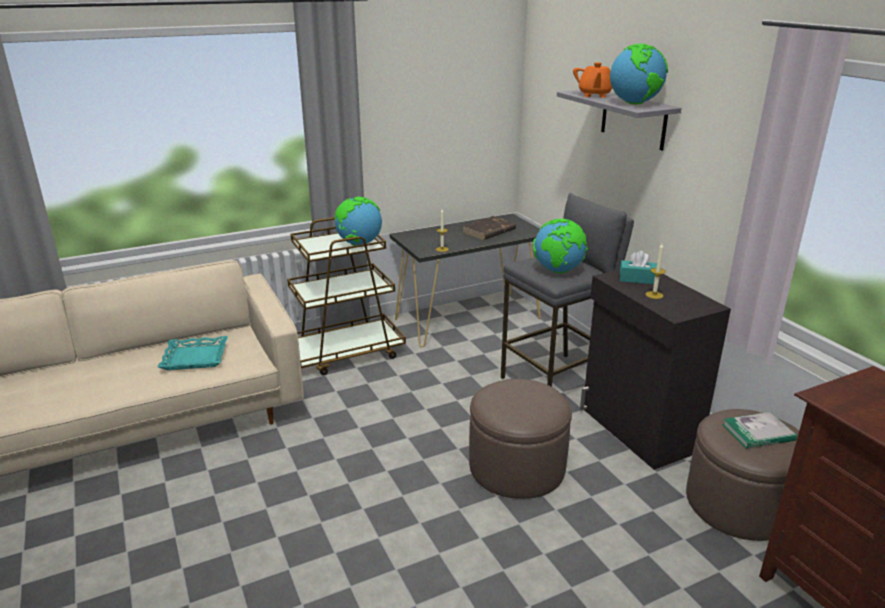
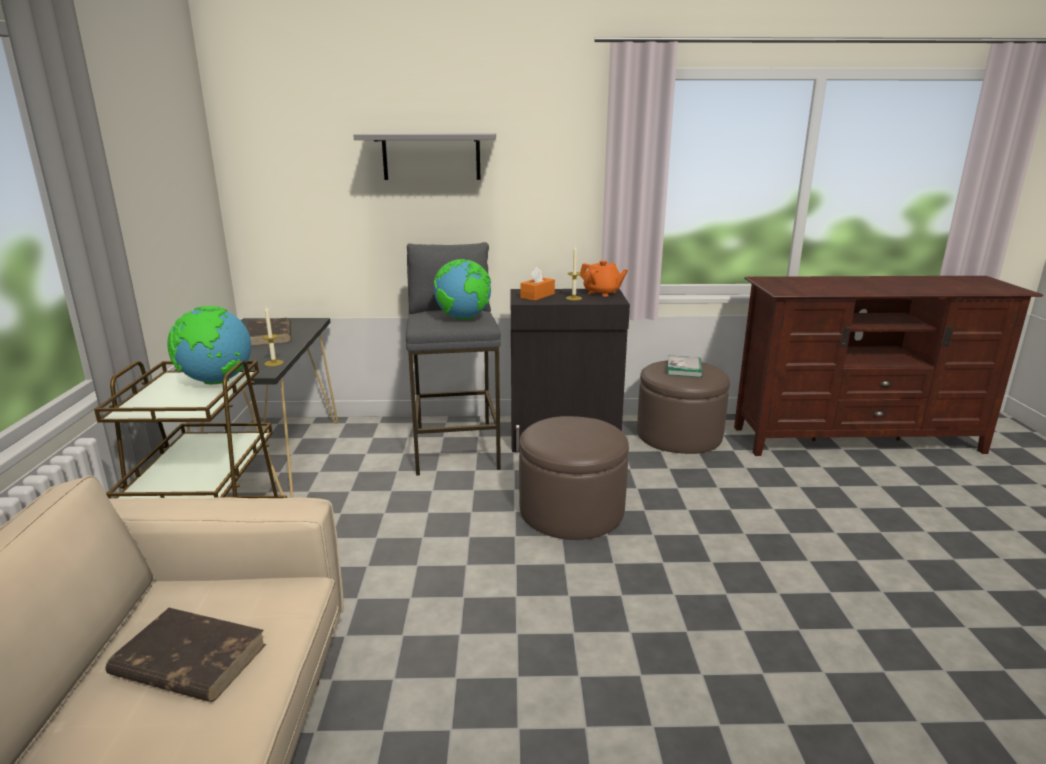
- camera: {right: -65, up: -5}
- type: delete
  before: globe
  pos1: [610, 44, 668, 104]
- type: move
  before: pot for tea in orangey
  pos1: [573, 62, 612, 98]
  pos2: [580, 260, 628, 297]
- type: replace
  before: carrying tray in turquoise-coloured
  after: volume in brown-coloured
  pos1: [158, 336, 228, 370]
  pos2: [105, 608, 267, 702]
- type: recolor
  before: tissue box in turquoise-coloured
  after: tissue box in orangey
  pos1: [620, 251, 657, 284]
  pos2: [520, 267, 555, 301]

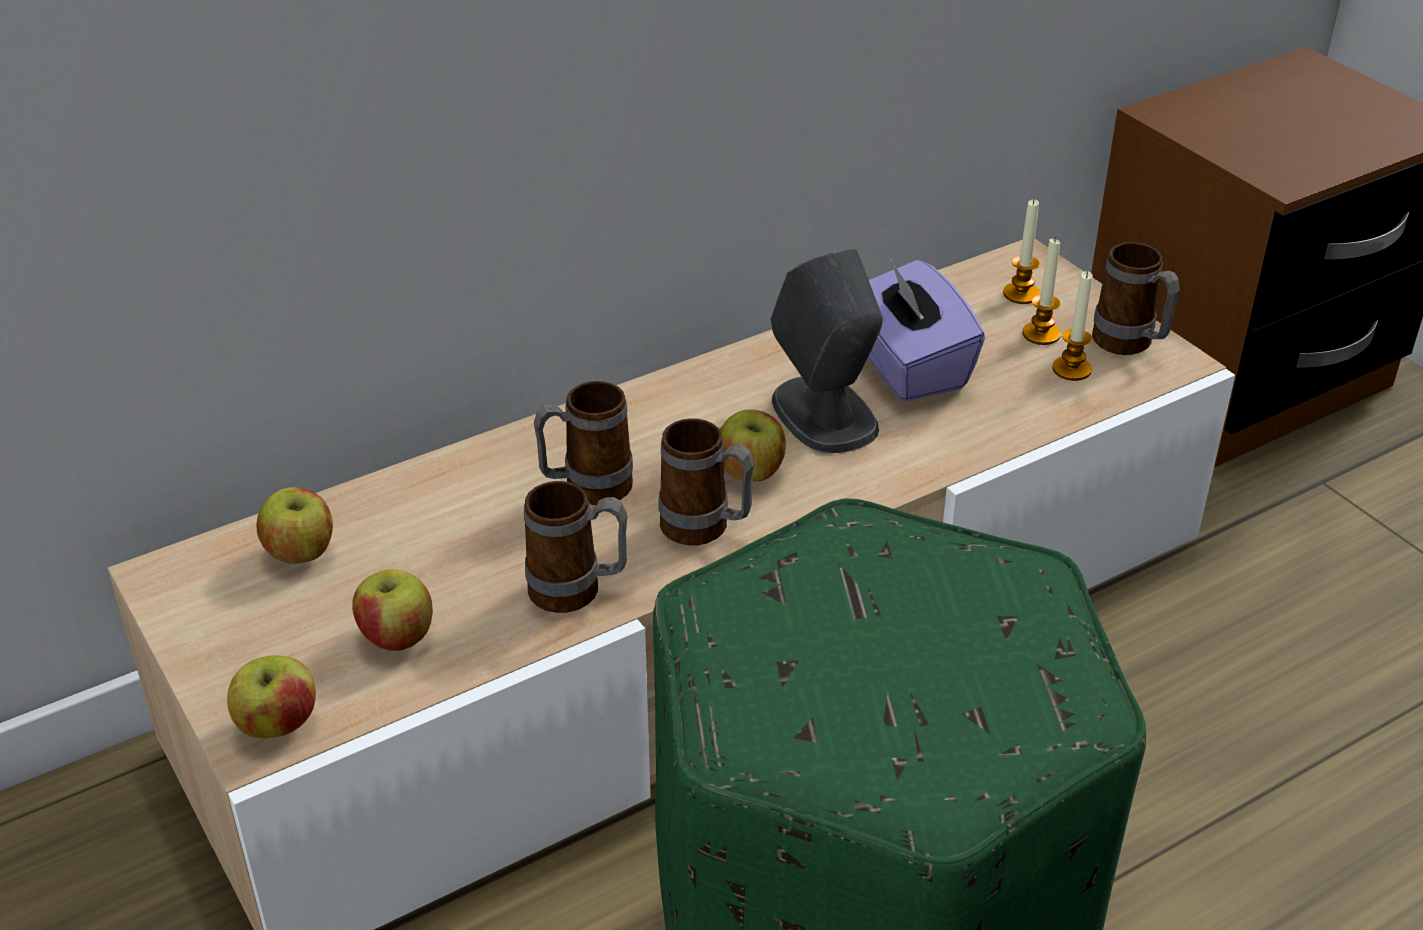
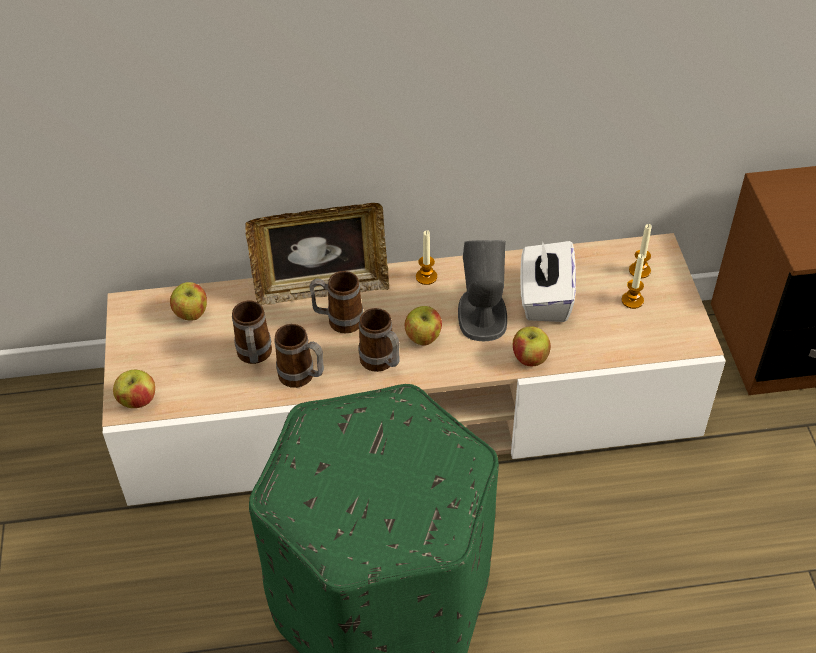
- camera: {right: 25, up: 10}
- type: insert
  after: picture frame
  pos2: [245, 203, 389, 305]
- type: move
  before: whole apple
  pos1: [352, 569, 433, 651]
  pos2: [513, 326, 551, 366]
- type: move
  before: wax light
  pos1: [1052, 271, 1093, 381]
  pos2: [416, 230, 437, 285]
- type: move
  before: coffee mug
  pos1: [1092, 242, 1180, 355]
  pos2: [232, 301, 272, 364]
- type: recolor
  before: tissue box in purple-coloured
  after: tissue box in white-coloured
  pos1: [868, 258, 985, 401]
  pos2: [520, 241, 576, 322]

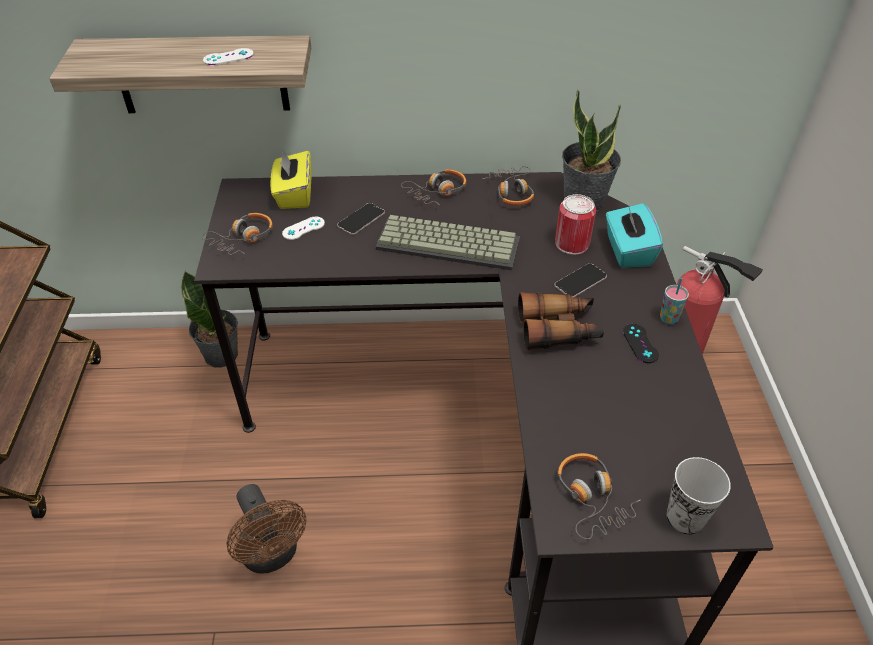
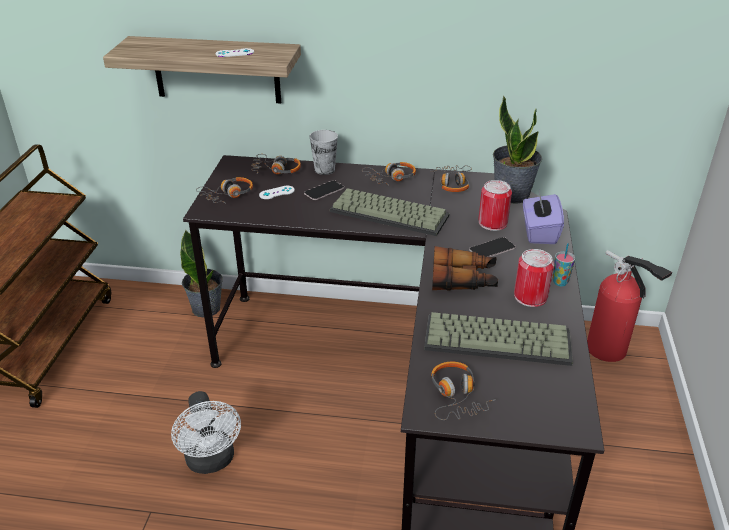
- camera: {right: 10, up: -10}
- type: insert
  after: keyboard
  pos2: [424, 312, 573, 366]
- type: move
  before: cup
  pos1: [667, 457, 731, 535]
  pos2: [310, 130, 338, 175]
- type: replace
  before: tissue box in yellow
  after: pair of headphones
  pos1: [271, 148, 312, 209]
  pos2: [251, 154, 301, 175]
- type: replace
  before: joypad in blackish
  after: metal can
  pos1: [623, 324, 659, 363]
  pos2: [514, 249, 554, 307]
- type: recolor
  before: cooling fan in brown-coloured
  after: cooling fan in white-coloured
  pos1: [226, 484, 306, 574]
  pos2: [171, 391, 241, 474]
- type: recolor
  before: tissue box in turquoise-coloured
  after: tissue box in purple-coloured
  pos1: [606, 203, 663, 268]
  pos2: [523, 190, 564, 244]

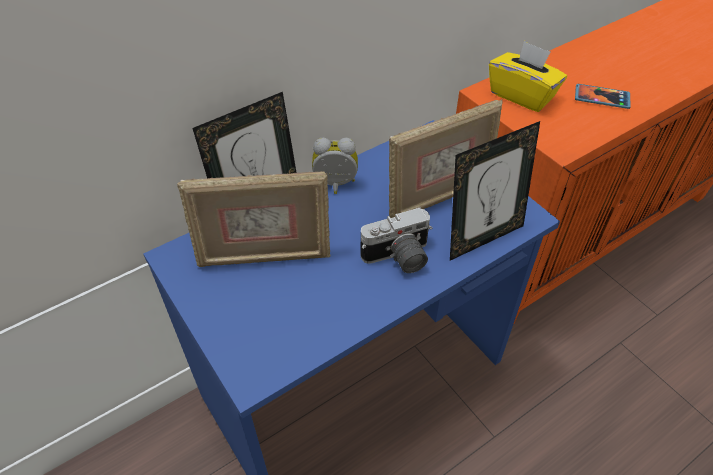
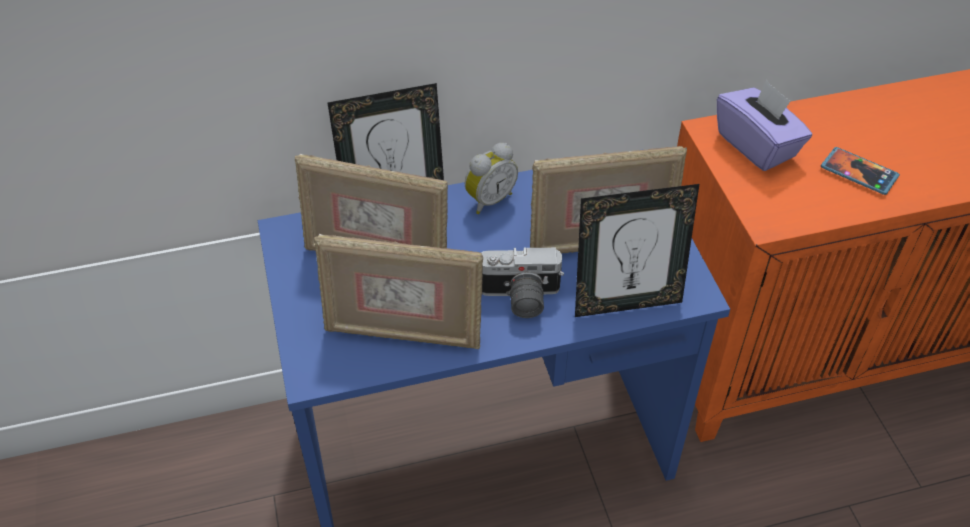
- camera: {right: 20, up: 0}
- type: insert
  after: picture frame
  pos2: [314, 234, 483, 349]
- type: recolor
  before: tissue box in yellow
  after: tissue box in purple-coloured
  pos1: [489, 41, 567, 112]
  pos2: [717, 79, 812, 171]
- type: rotate
  before: table clock
  pos1: [312, 138, 358, 194]
  pos2: [465, 143, 518, 214]
  turn: 120

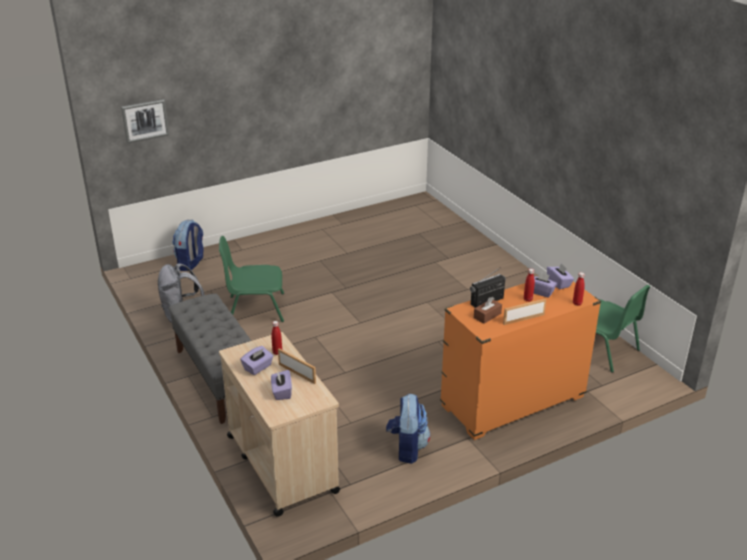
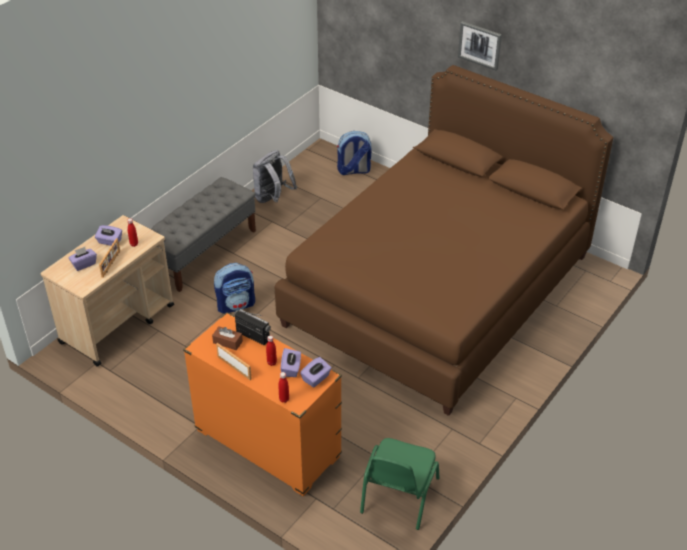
- camera: {right: 65, up: 10}
- type: delete
  before: upright chair in green-coloured
  pos1: [219, 236, 284, 322]
- type: insert
  after: bed in brown-coloured
  pos2: [275, 65, 613, 416]
- type: move
  before: wall art
  pos1: [121, 99, 169, 143]
  pos2: [458, 21, 502, 71]
- type: move
  before: rucksack
  pos1: [386, 394, 430, 464]
  pos2: [214, 263, 255, 314]

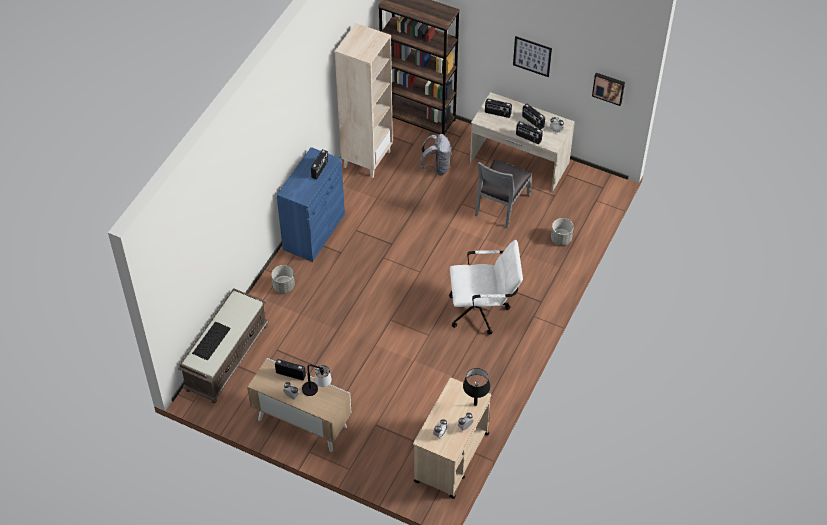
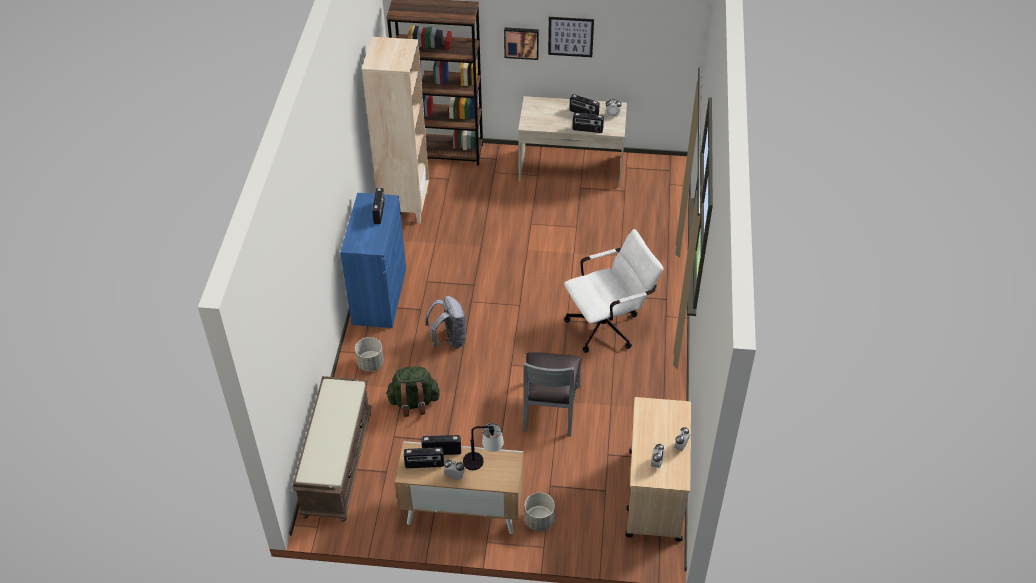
- camera: {right: -20, up: -5}
- type: delete
  before: keyboard
  pos1: [192, 321, 231, 361]
- type: delete
  before: table lamp in blackish
  pos1: [463, 368, 490, 406]
- type: insert
  after: rucksack in green-coloured
  pos2: [386, 367, 440, 417]
- type: move
  before: rucksack in greyish
  pos1: [421, 134, 451, 176]
  pos2: [425, 296, 467, 348]
- type: move
  before: upright chair in greyish
  pos1: [475, 160, 532, 228]
  pos2: [523, 352, 582, 436]
- type: move
  before: radio set
  pos1: [485, 99, 512, 118]
  pos2: [404, 447, 444, 468]
- type: move
  before: planter in greyish
  pos1: [551, 218, 574, 245]
  pos2: [525, 492, 555, 531]
- type: move
  before: wall art
  pos1: [592, 73, 625, 106]
  pos2: [504, 27, 539, 60]

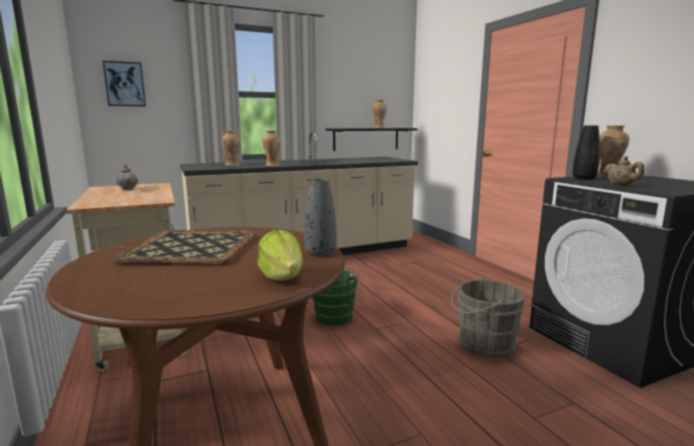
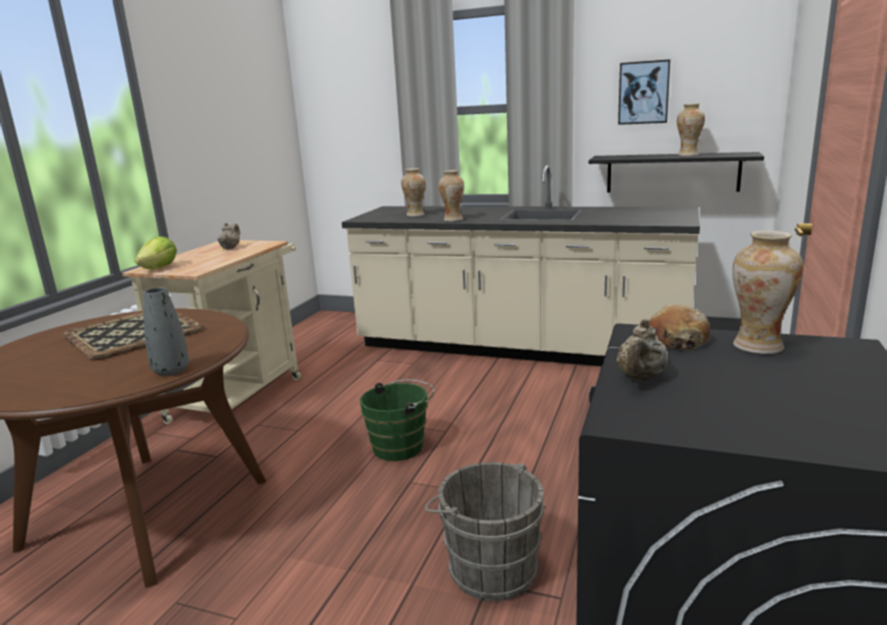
- camera: {right: 45, up: 5}
- type: move
  before: wall art
  pos1: [103, 61, 146, 106]
  pos2: [618, 59, 670, 125]
- type: move
  before: head of lettuce
  pos1: [257, 230, 303, 281]
  pos2: [134, 236, 177, 269]
- type: replace
  before: vase in blackish
  after: bakery bread
  pos1: [572, 126, 600, 180]
  pos2: [649, 304, 710, 350]

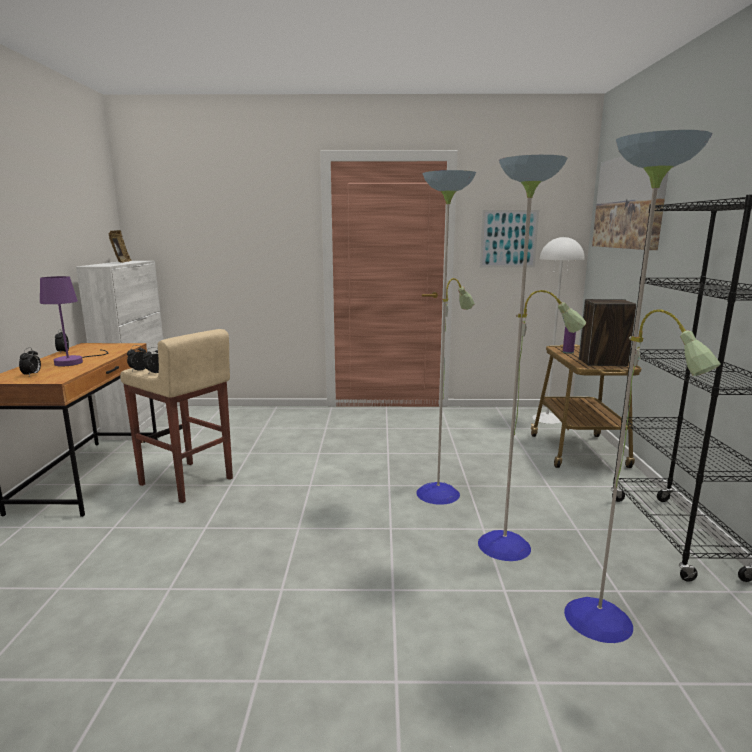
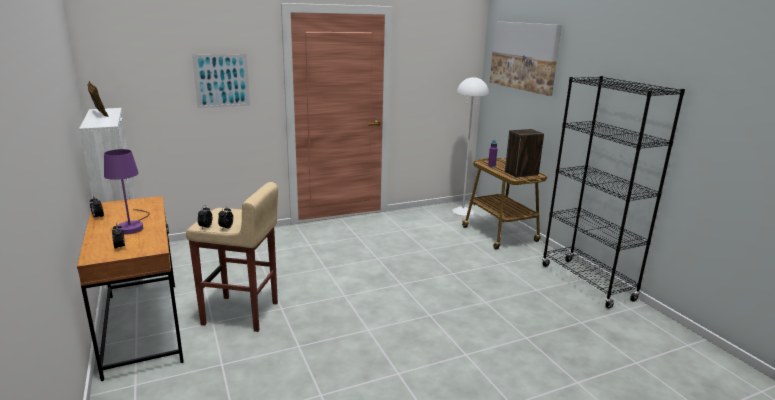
- camera: {right: -25, up: 5}
- type: delete
  before: standing lamp
  pos1: [416, 130, 721, 643]
- type: move
  before: wall art
  pos1: [480, 210, 539, 268]
  pos2: [192, 54, 250, 108]

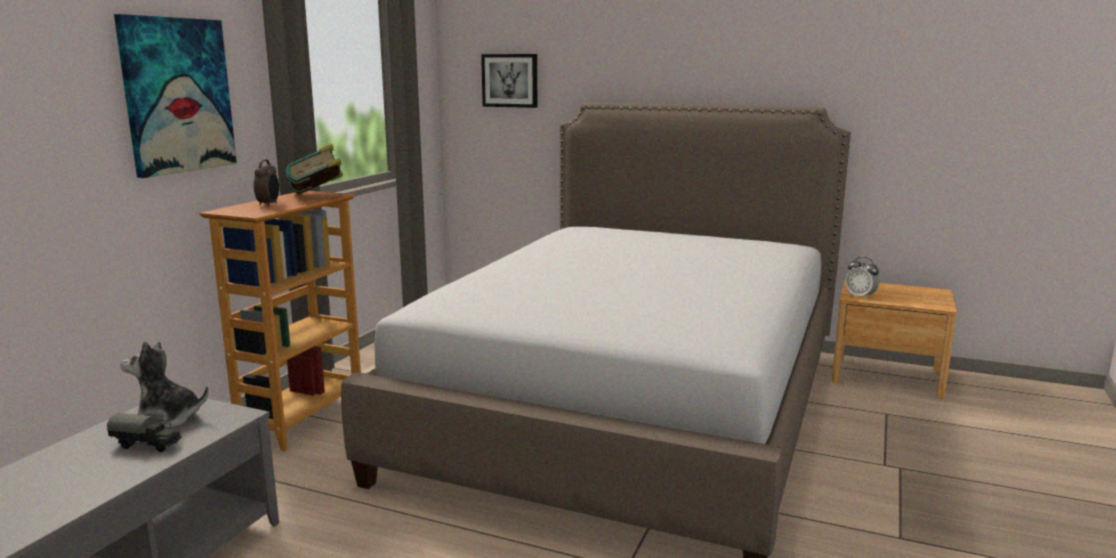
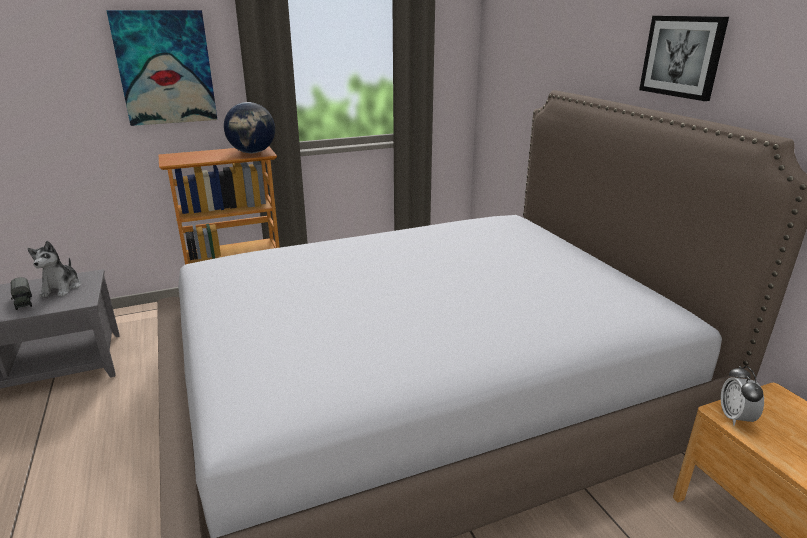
- camera: {right: 45, up: 10}
- type: delete
  before: table clock
  pos1: [254, 159, 279, 206]
- type: move
  before: wall art
  pos1: [481, 54, 537, 108]
  pos2: [639, 16, 729, 101]
- type: replace
  before: volume
  after: globe
  pos1: [286, 144, 343, 194]
  pos2: [224, 102, 275, 153]
- type: rotate
  before: plush toy
  pos1: [120, 341, 209, 428]
  pos2: [27, 241, 81, 297]
  turn: -135

